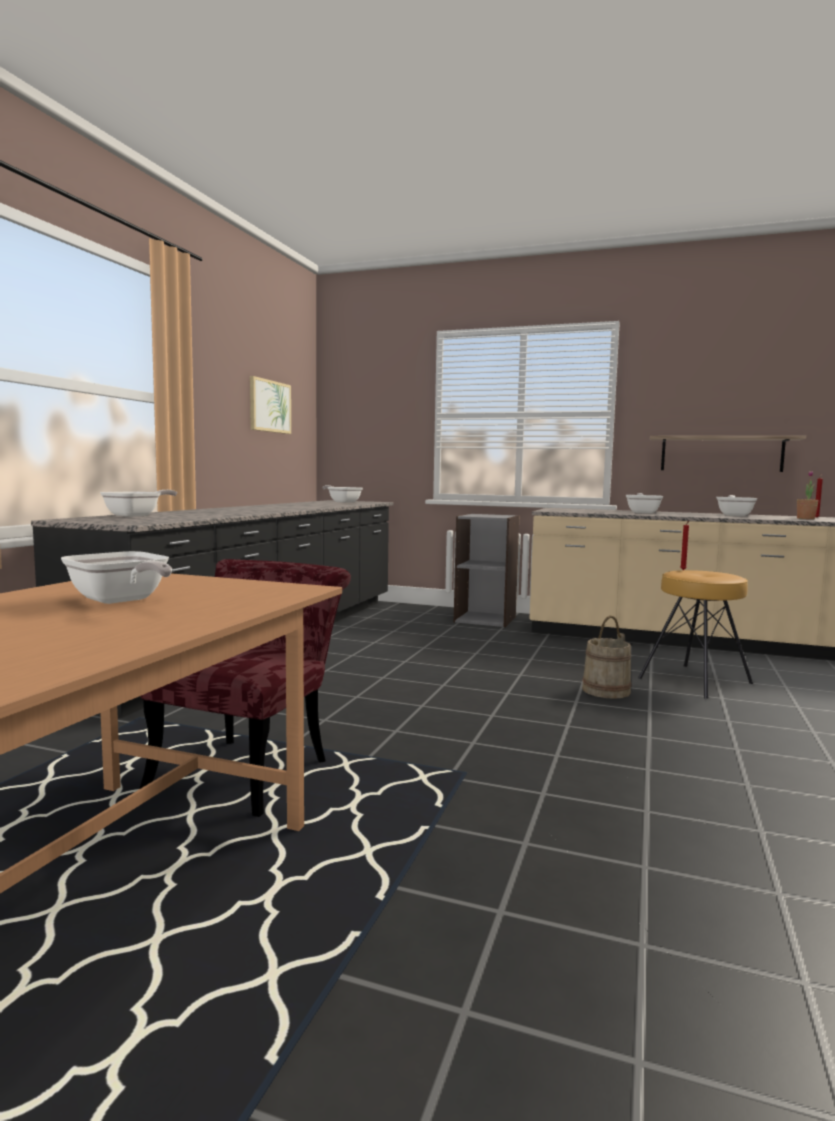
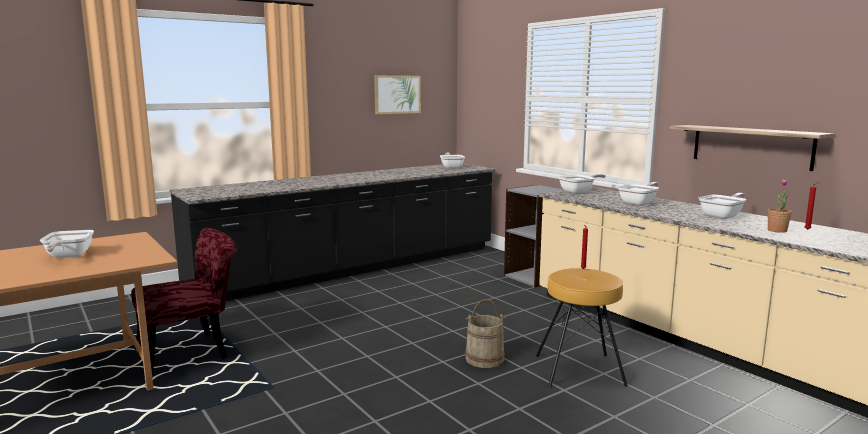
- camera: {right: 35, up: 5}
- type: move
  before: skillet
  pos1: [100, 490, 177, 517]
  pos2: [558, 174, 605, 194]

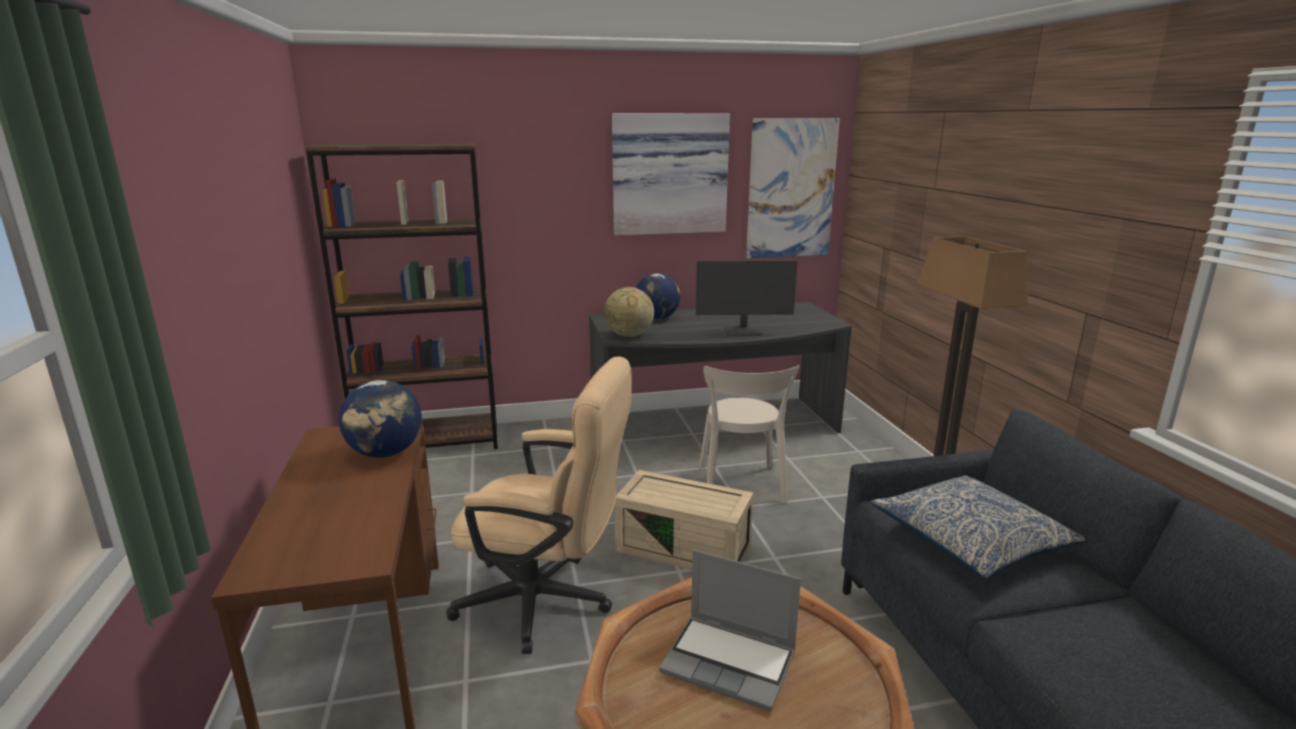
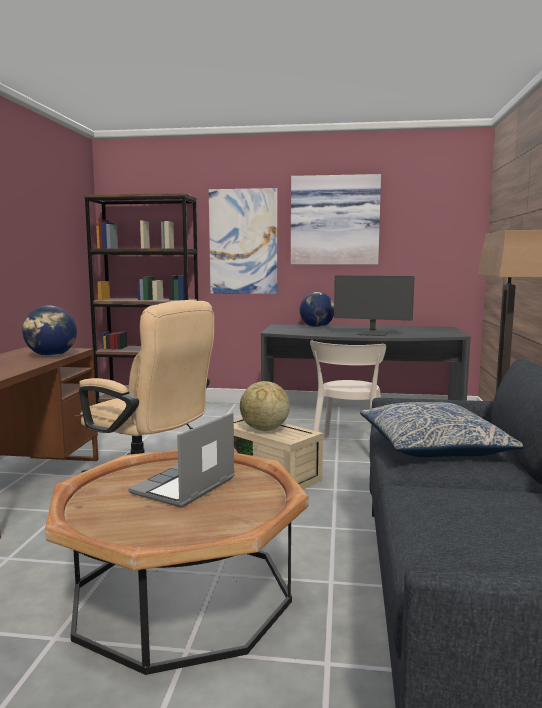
- camera: {right: 20, up: -10}
- type: move
  before: globe
  pos1: [604, 287, 654, 337]
  pos2: [240, 381, 290, 431]
- type: move
  before: wall art
  pos1: [746, 118, 840, 258]
  pos2: [209, 188, 277, 294]
- type: rotate
  before: laptop
  pos1: [659, 550, 801, 711]
  pos2: [128, 413, 235, 508]
  turn: 75

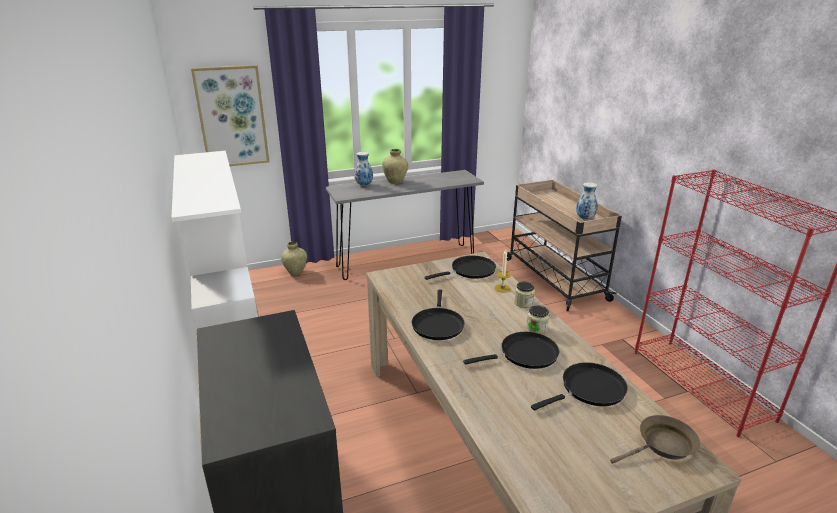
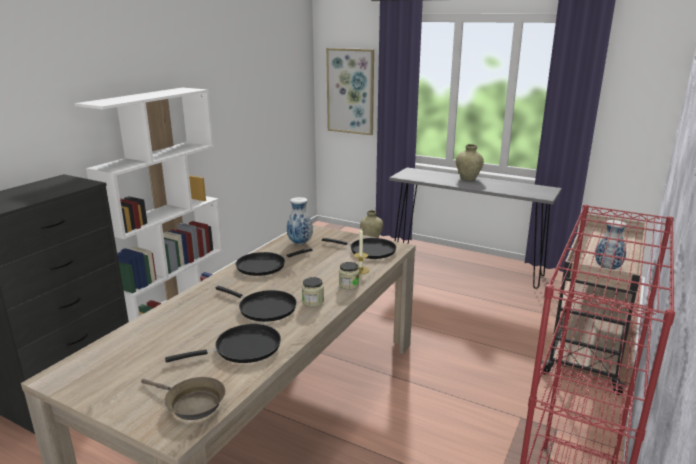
- camera: {right: 50, up: -5}
- type: move
  before: vase
  pos1: [354, 152, 373, 186]
  pos2: [287, 197, 313, 244]
- type: rotate
  before: skillet in blackish
  pos1: [531, 362, 628, 411]
  pos2: [165, 324, 281, 363]
  turn: -45

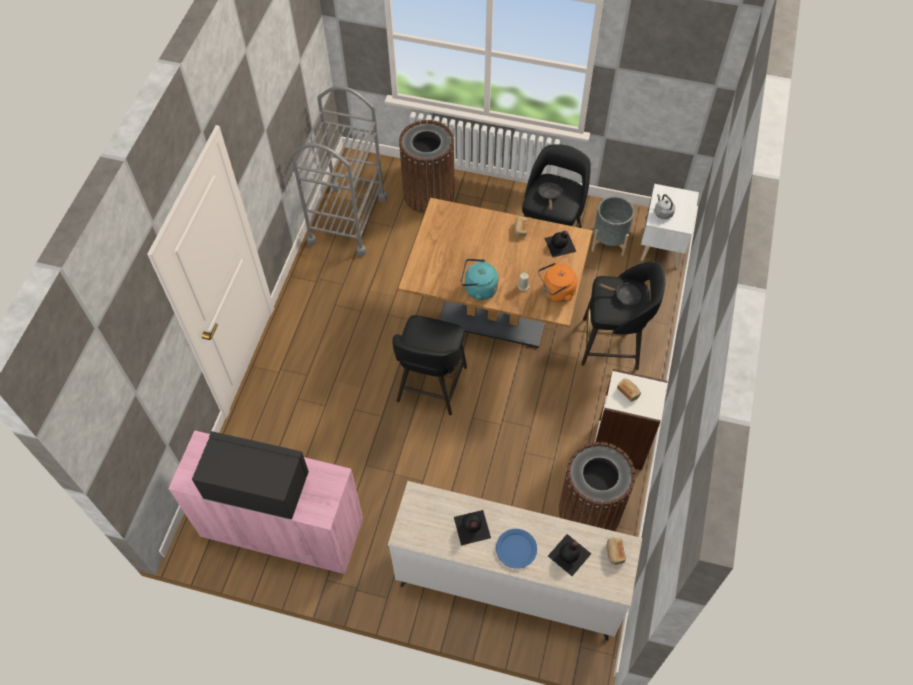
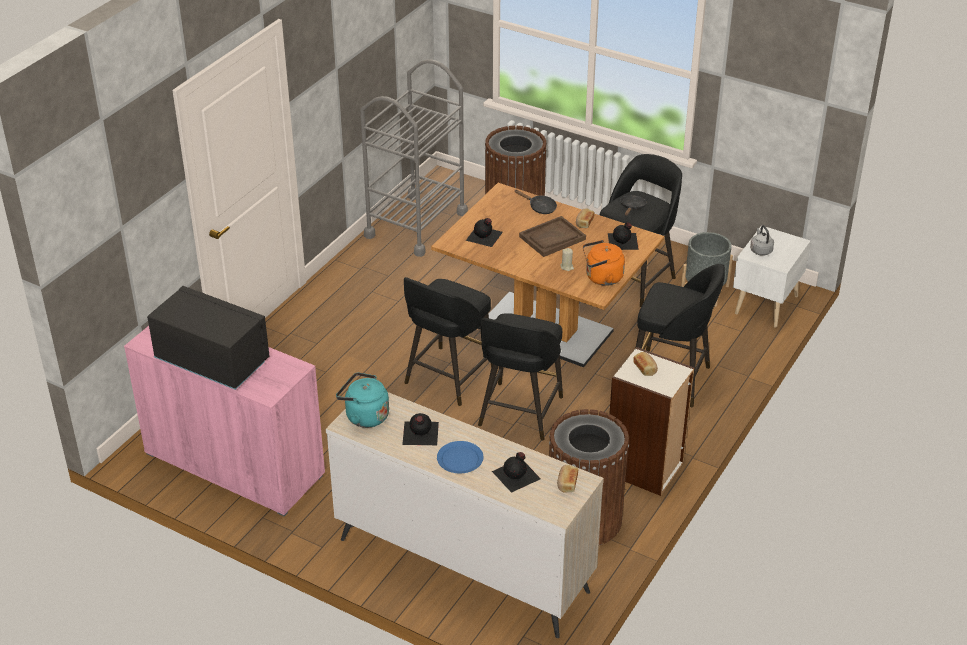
- camera: {right: 15, up: -20}
- type: insert
  after: bottle in blackish
  pos2: [466, 218, 503, 247]
- type: insert
  after: stool seat in blackish
  pos2: [478, 314, 563, 440]
- type: insert
  after: carrying tray in brown-coloured
  pos2: [519, 216, 586, 257]
- type: move
  before: water kettle in turquoise-coloured
  pos1: [461, 259, 498, 300]
  pos2: [336, 372, 389, 428]
- type: move
  before: skillet in blackish
  pos1: [599, 283, 641, 305]
  pos2: [515, 190, 557, 214]

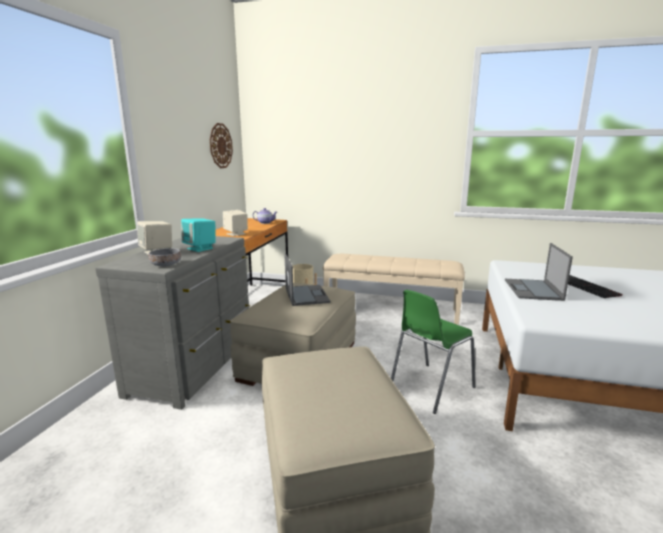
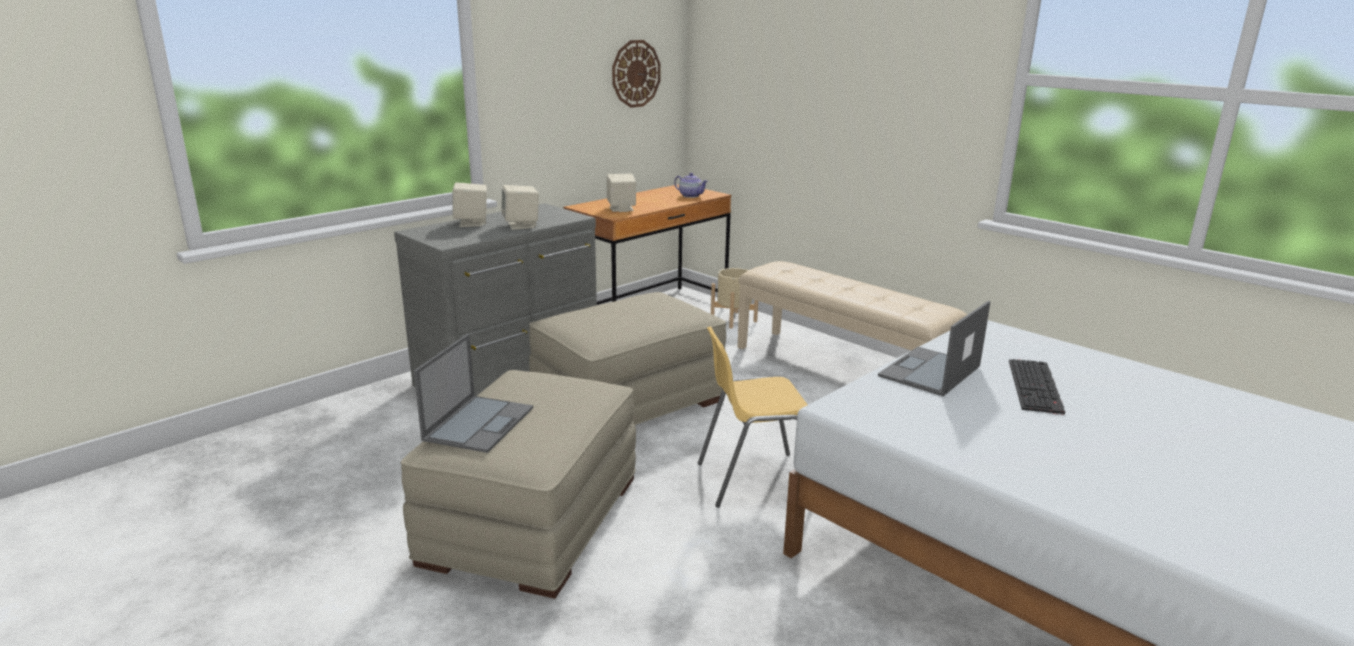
- camera: {right: 30, up: 5}
- type: delete
  before: bowl in greyish
  pos1: [149, 248, 181, 266]
- type: move
  before: laptop
  pos1: [285, 253, 331, 306]
  pos2: [414, 334, 533, 453]
- type: recolor
  before: loudspeaker in turquoise-coloured
  after: loudspeaker in sand-coloured
  pos1: [181, 218, 216, 252]
  pos2: [501, 185, 539, 230]
- type: recolor
  before: upright chair in green-coloured
  after: upright chair in yellow
  pos1: [391, 290, 476, 414]
  pos2: [698, 327, 808, 508]

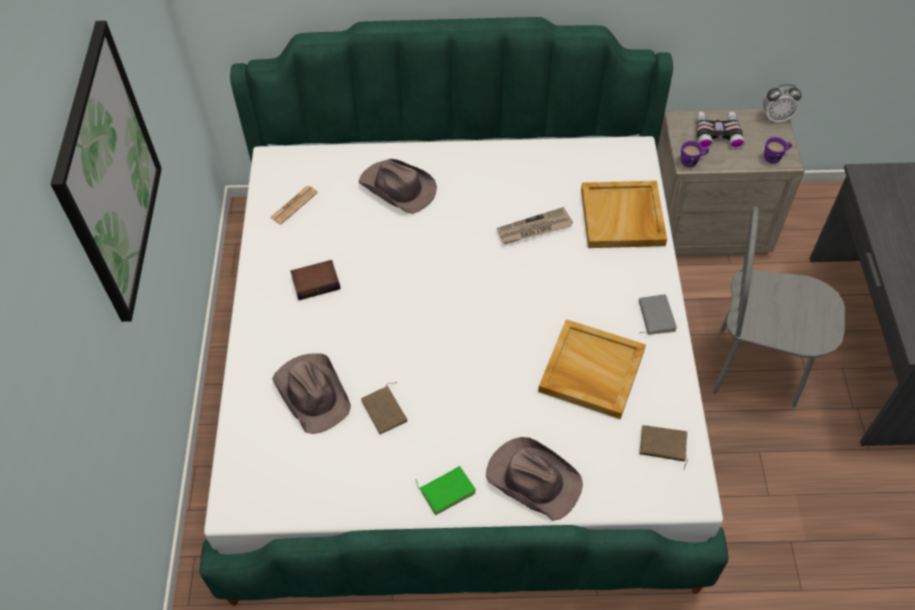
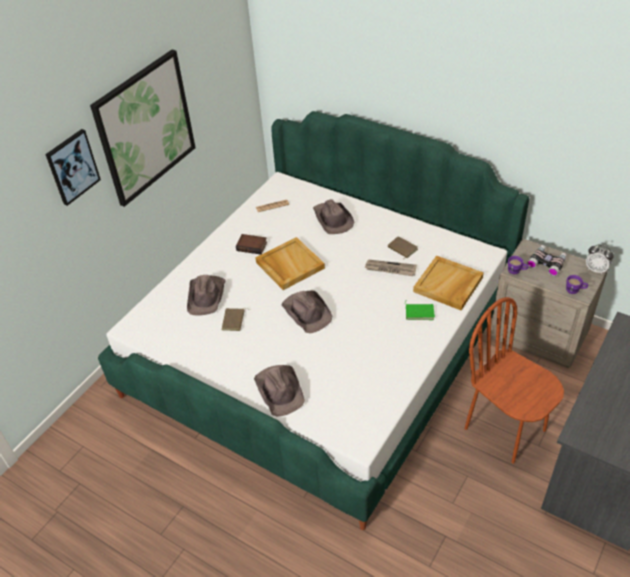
- camera: {right: 35, up: -10}
- type: delete
  before: volume in greyish
  pos1: [639, 294, 677, 335]
- type: insert
  after: wall art
  pos2: [45, 129, 101, 206]
- type: insert
  after: hat in brown-coloured
  pos2: [281, 290, 332, 333]
- type: move
  before: volume in green-coloured
  pos1: [415, 466, 476, 515]
  pos2: [405, 302, 435, 320]
- type: move
  before: carrying tray in sand-coloured
  pos1: [538, 319, 646, 419]
  pos2: [255, 237, 325, 290]
- type: move
  before: volume in brown-coloured
  pos1: [639, 425, 688, 469]
  pos2: [388, 236, 418, 258]
- type: recolor
  before: upright chair in greyish
  after: upright chair in brown-coloured
  pos1: [713, 206, 845, 407]
  pos2: [465, 297, 564, 464]

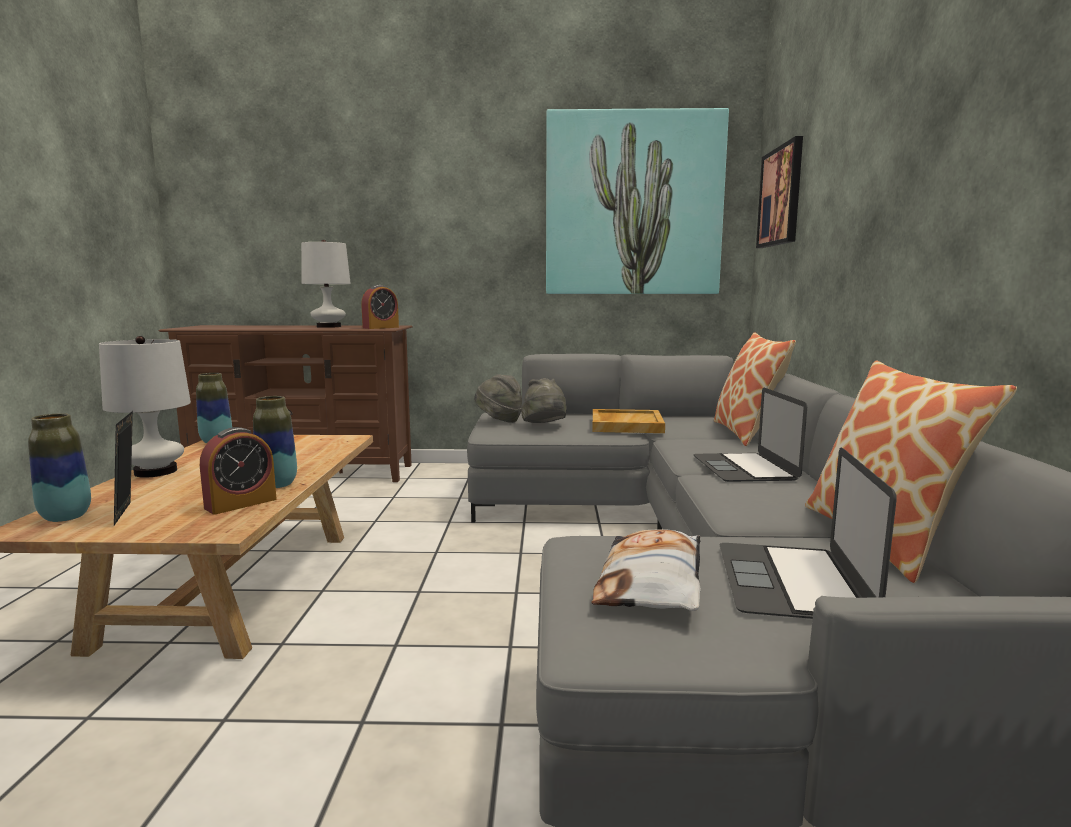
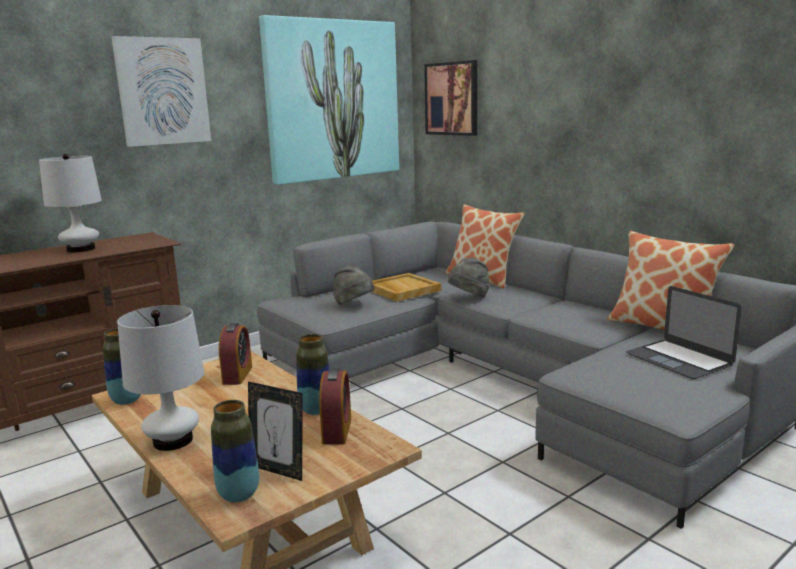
- camera: {right: -40, up: 5}
- type: delete
  before: throw pillow
  pos1: [591, 529, 701, 611]
- type: delete
  before: laptop
  pos1: [694, 388, 807, 482]
- type: insert
  after: wall art
  pos2: [112, 36, 211, 147]
- type: move
  before: table clock
  pos1: [361, 285, 399, 329]
  pos2: [219, 323, 252, 385]
- type: move
  before: hat in greyish
  pos1: [474, 374, 522, 423]
  pos2: [448, 258, 490, 297]

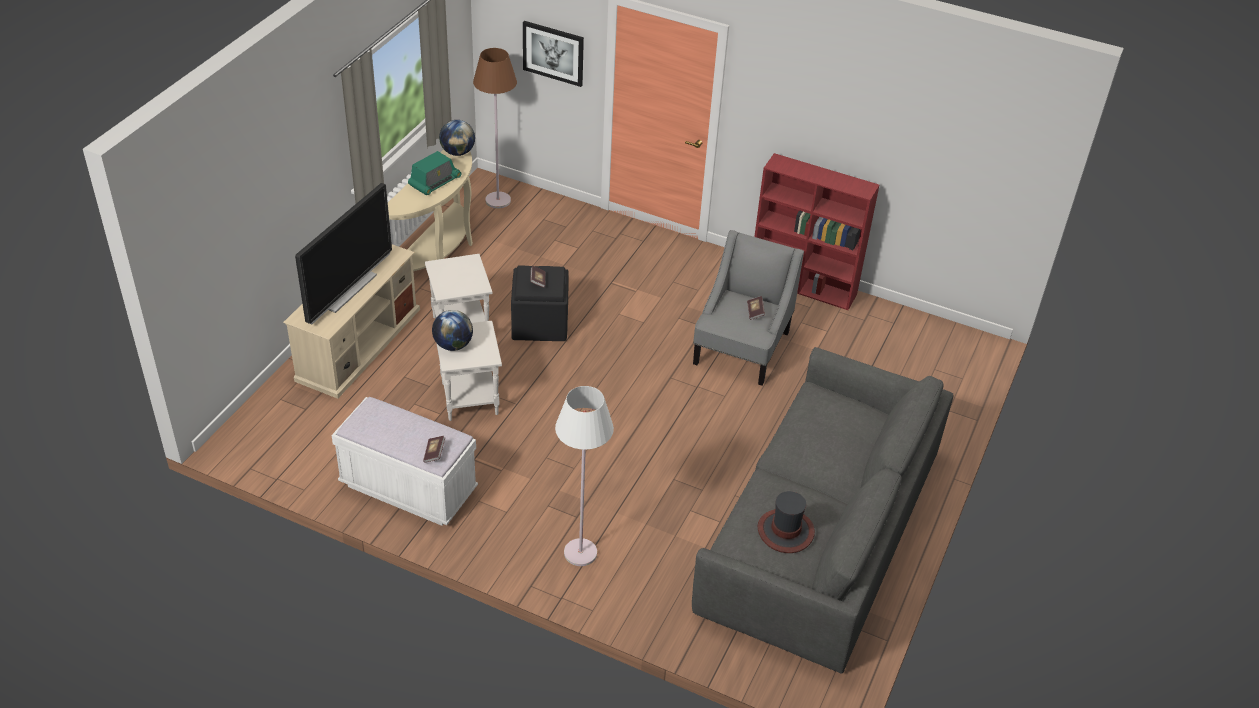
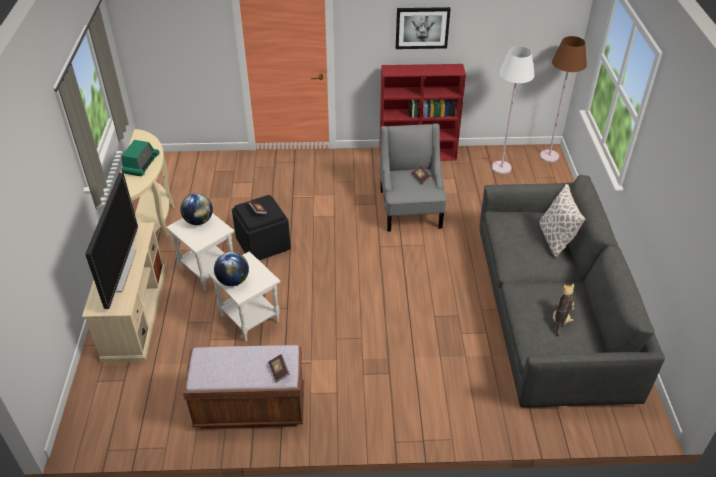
- camera: {right: -25, up: 0}
- type: insert
  after: throw pillow
  pos2: [540, 184, 585, 257]
- type: move
  before: globe
  pos1: [439, 120, 475, 156]
  pos2: [180, 194, 213, 225]
- type: move
  before: standing lamp in brown-coloured
  pos1: [473, 48, 517, 208]
  pos2: [539, 36, 587, 163]
- type: move
  before: wall art
  pos1: [523, 21, 584, 87]
  pos2: [396, 7, 451, 49]
- type: move
  before: standing lamp in white-coloured
  pos1: [555, 386, 614, 566]
  pos2: [492, 46, 535, 174]
- type: replace
  before: hat
  after: plush toy
  pos1: [757, 491, 815, 553]
  pos2: [553, 283, 574, 337]
- type: recolor
  before: bench in white-coloured
  after: bench in brown-coloured
  pos1: [332, 397, 478, 526]
  pos2: [183, 345, 304, 429]

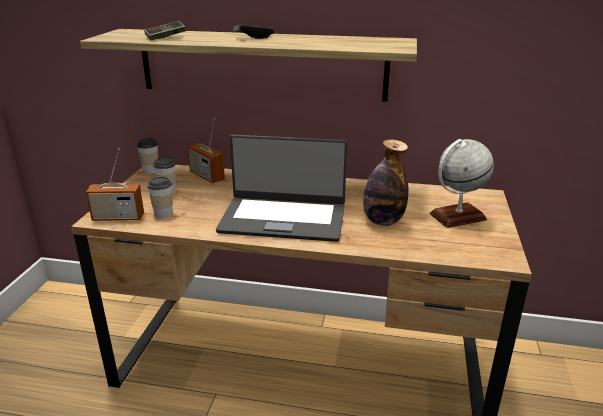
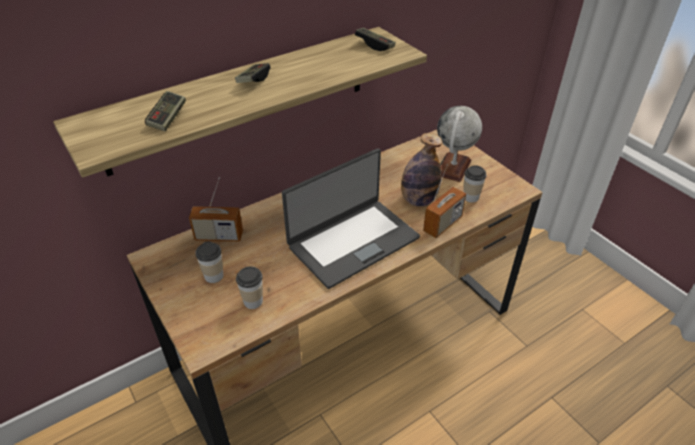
- camera: {right: -45, up: 15}
- type: insert
  after: joypad
  pos2: [355, 28, 396, 51]
- type: move
  before: radio set
  pos1: [86, 148, 144, 221]
  pos2: [423, 164, 466, 238]
- type: move
  before: cup
  pos1: [137, 138, 158, 173]
  pos2: [463, 165, 486, 203]

